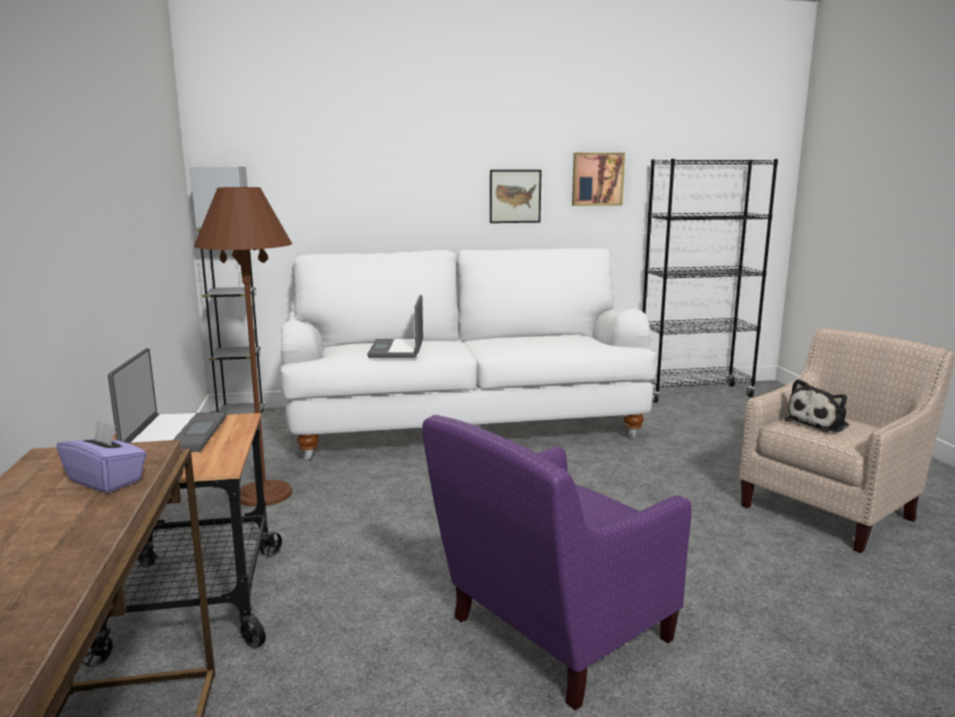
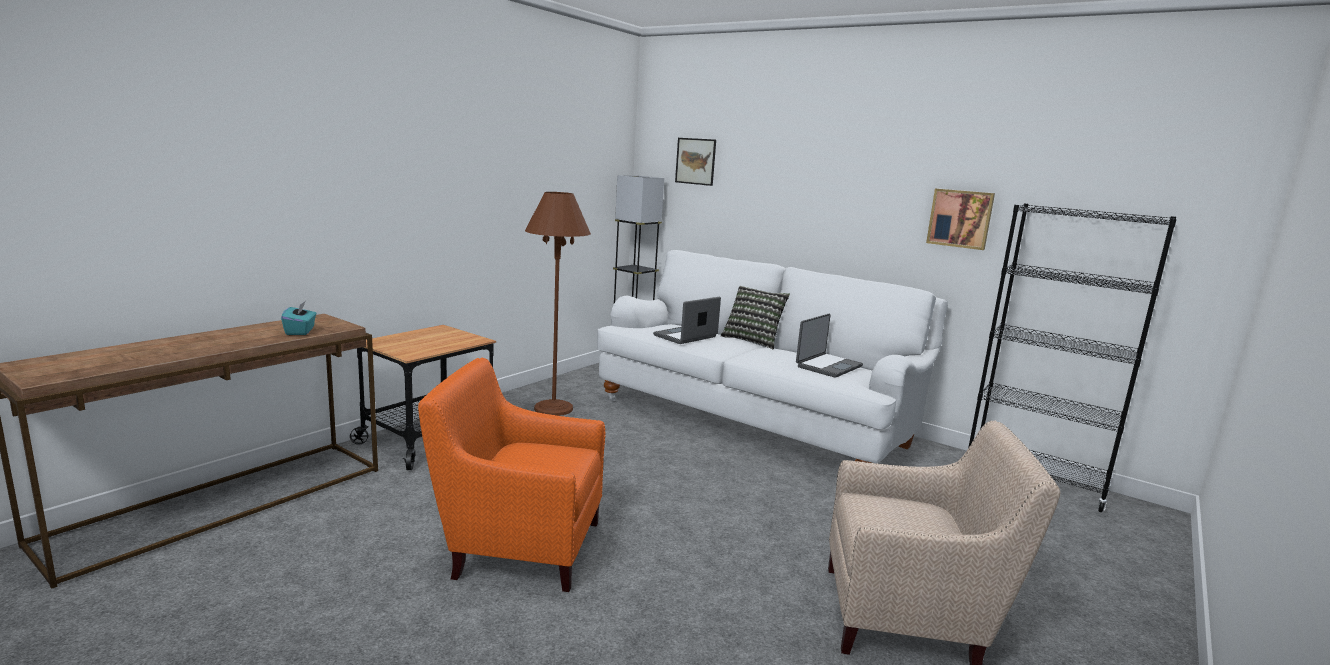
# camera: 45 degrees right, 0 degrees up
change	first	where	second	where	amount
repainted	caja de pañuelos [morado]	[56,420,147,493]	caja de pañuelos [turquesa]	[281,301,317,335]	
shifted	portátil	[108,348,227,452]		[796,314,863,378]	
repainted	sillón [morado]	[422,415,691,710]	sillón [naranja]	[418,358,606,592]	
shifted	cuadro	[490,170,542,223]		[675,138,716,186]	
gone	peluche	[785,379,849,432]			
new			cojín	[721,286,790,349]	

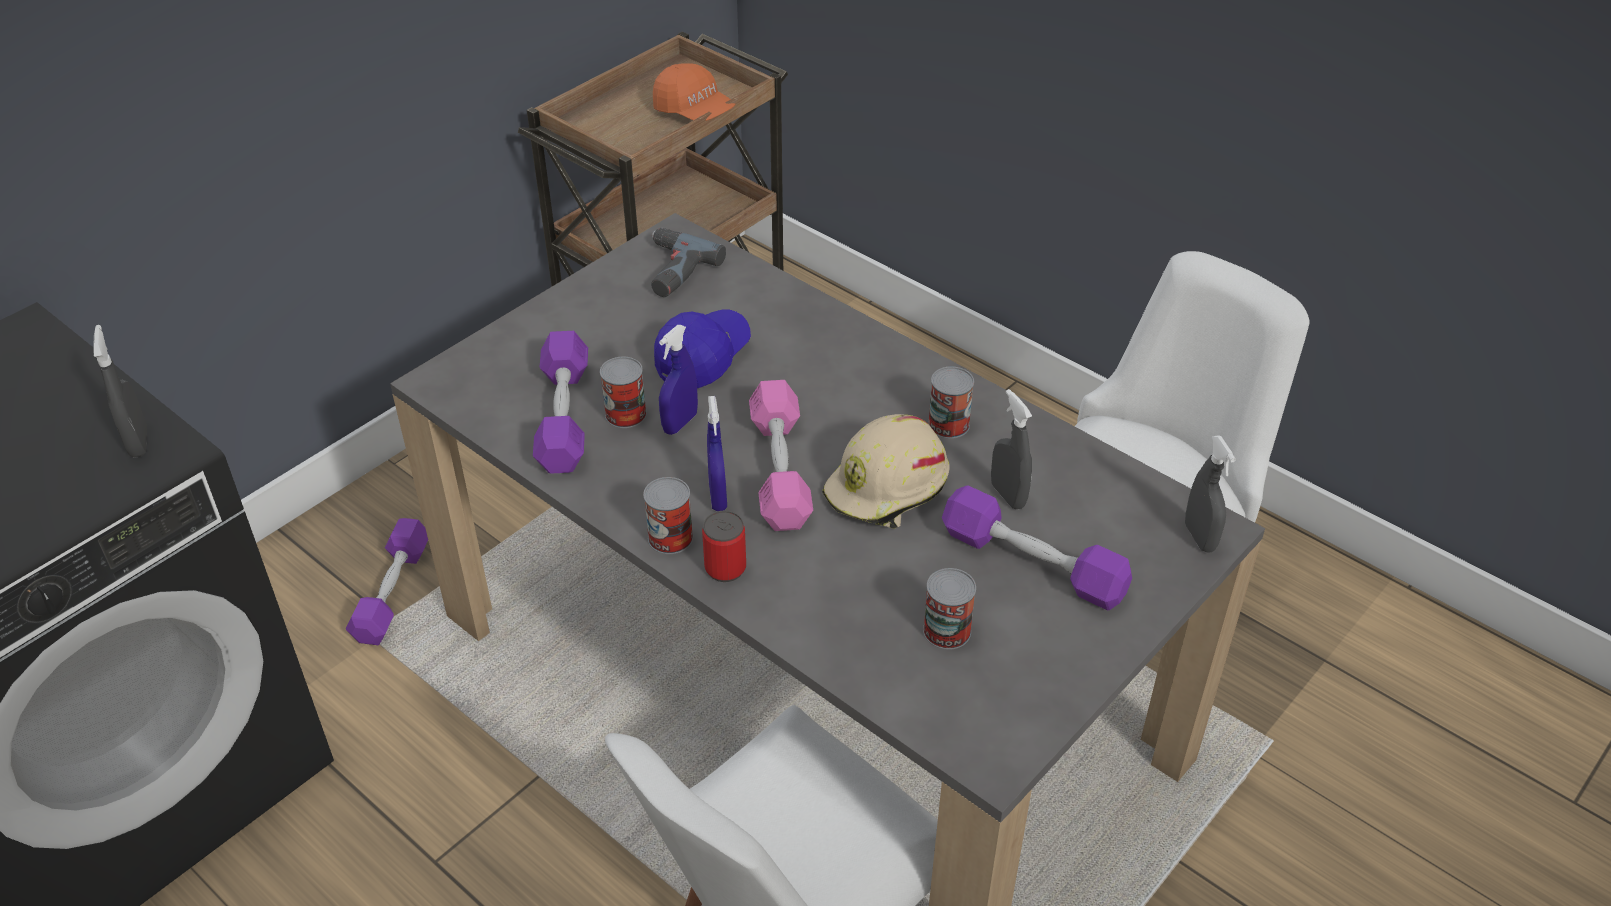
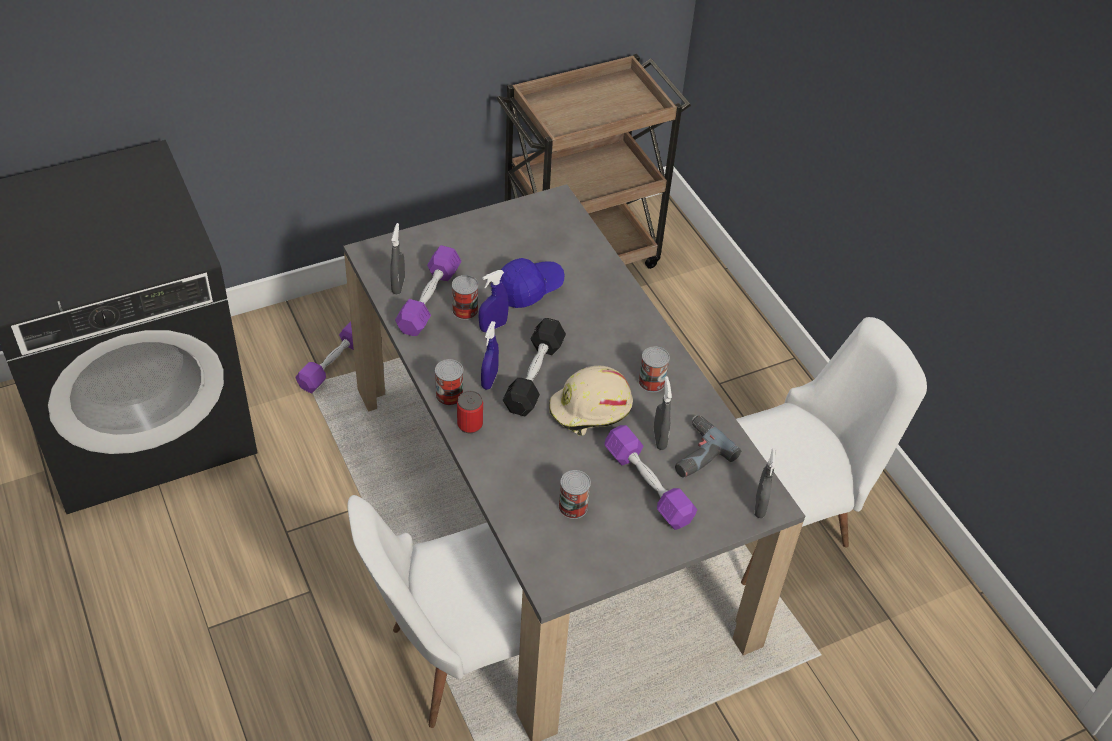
# camera: 20 degrees right, 5 degrees up
change	first	where	second	where	amount
shifted	pulverizador [gris]	[93,325,147,458]		[390,223,405,294]	
shifted	taladro	[651,228,726,297]		[675,416,741,478]	
gone	gorra [naranja]	[653,63,735,121]			
repainted	mancuerna [rosa]	[749,380,813,531]	mancuerna [negro]	[503,318,566,416]	

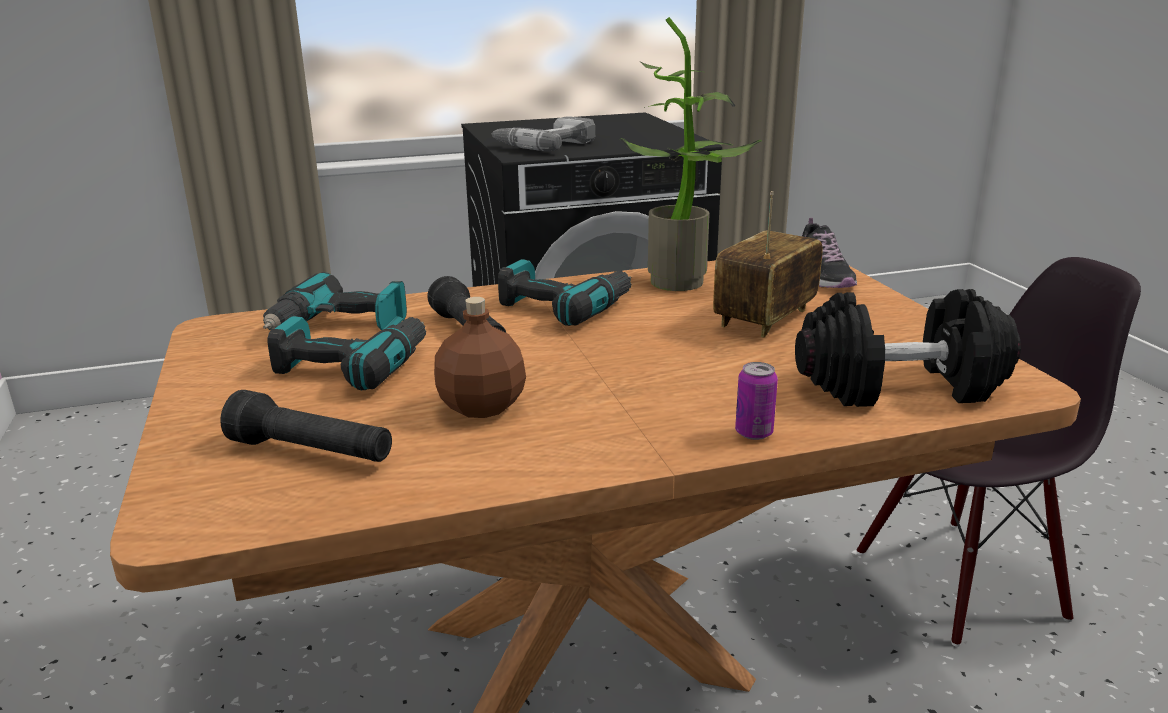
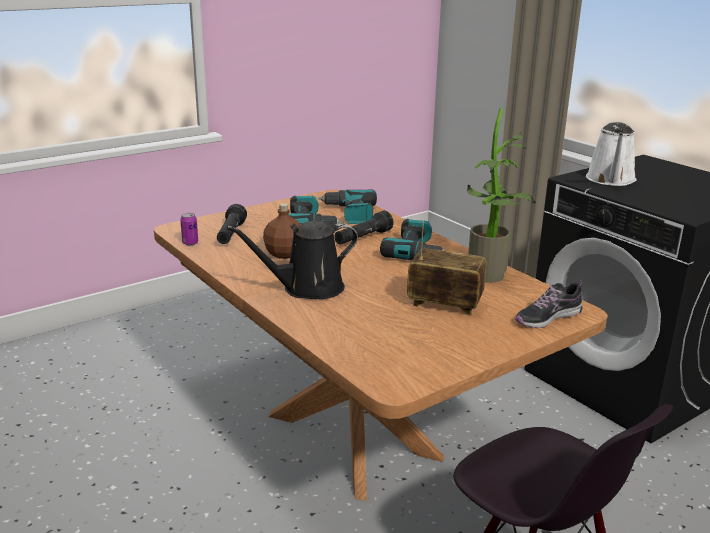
# camera: 70 degrees right, 0 degrees up
change	first	where	second	where	amount
swapped	taladro	[492,117,595,151]	regadera [blanco]	[586,122,636,186]	
shifted	lata	[735,362,778,440]		[180,213,198,245]	
gone	mancuerna [negro]	[795,289,1021,407]			
new			regadera [negro]	[227,221,358,299]	

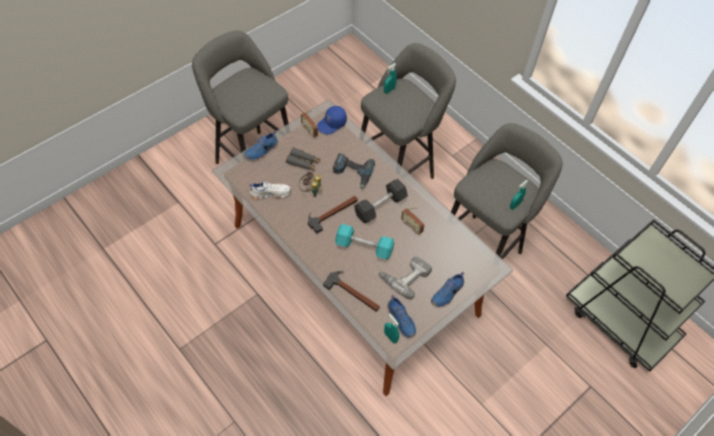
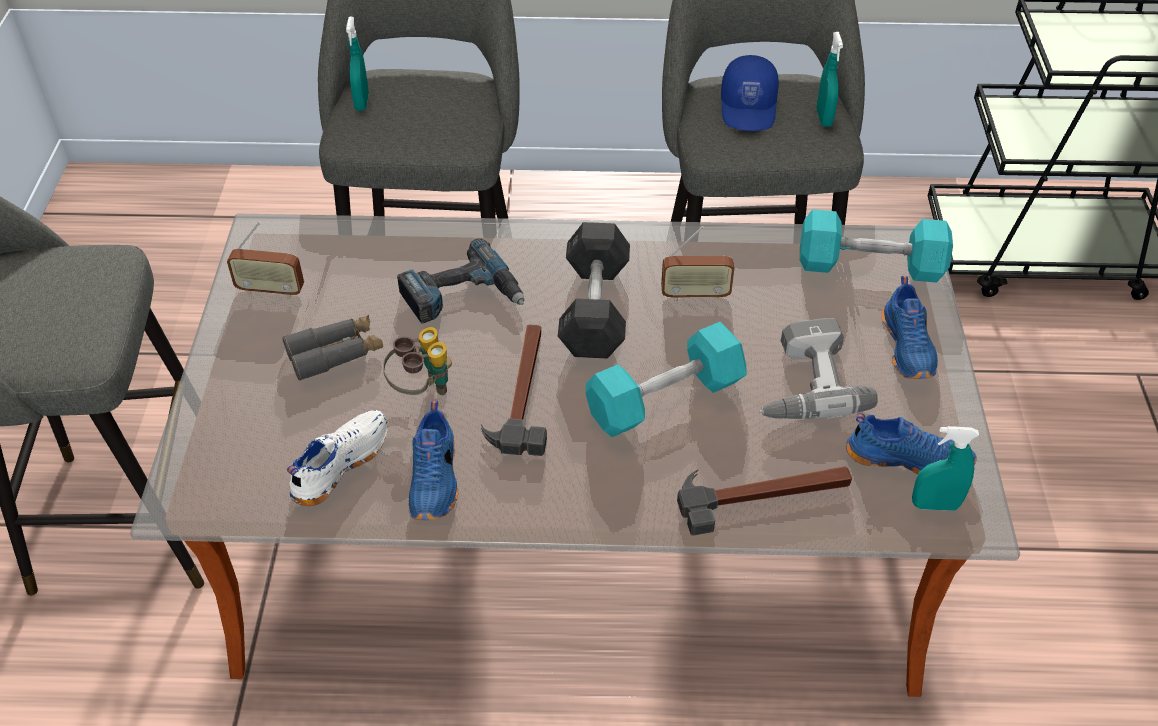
# camera: 45 degrees left, 10 degrees down
change	first	where	second	where	amount
shifted	zapato [azul]	[244,131,278,160]		[408,401,458,520]	
shifted	gorra [azul]	[317,106,347,135]		[721,55,779,131]	
new			mancuerna [turquesa]	[800,209,953,283]	

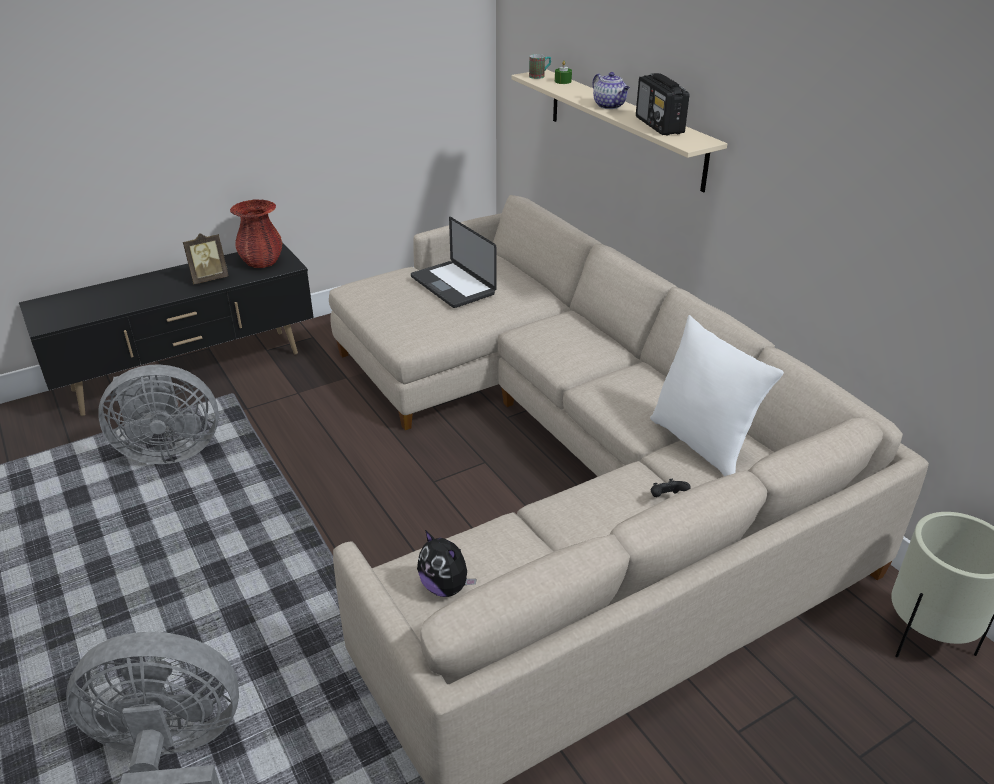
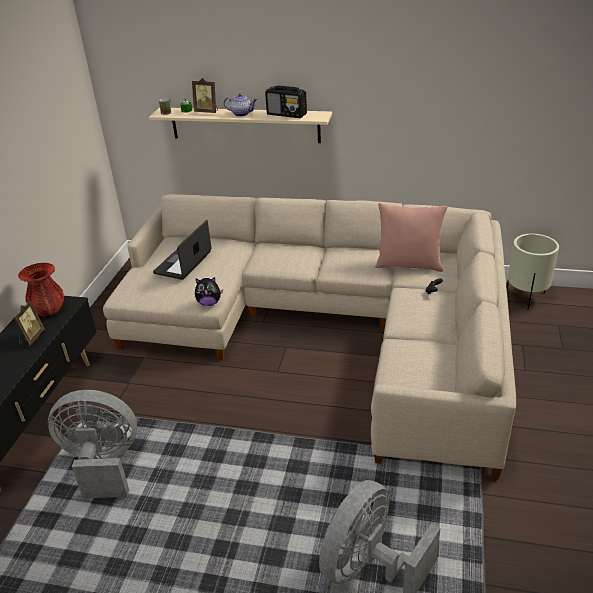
# camera: 45 degrees left, 0 degrees up
change	first	where	second	where	amount
rotated	ventilador [gris]	[98,364,219,464]		[48,390,137,498]	120 degrees counterclockwise
rotated	portátil	[411,217,496,308]		[153,220,211,280]	105 degrees clockwise
shifted	peluche	[417,530,477,597]		[195,277,223,306]	
repainted	cojín [blanco]	[650,315,784,476]	cojín [rosa]	[375,203,448,272]	
new			portarretratos	[192,78,218,113]	

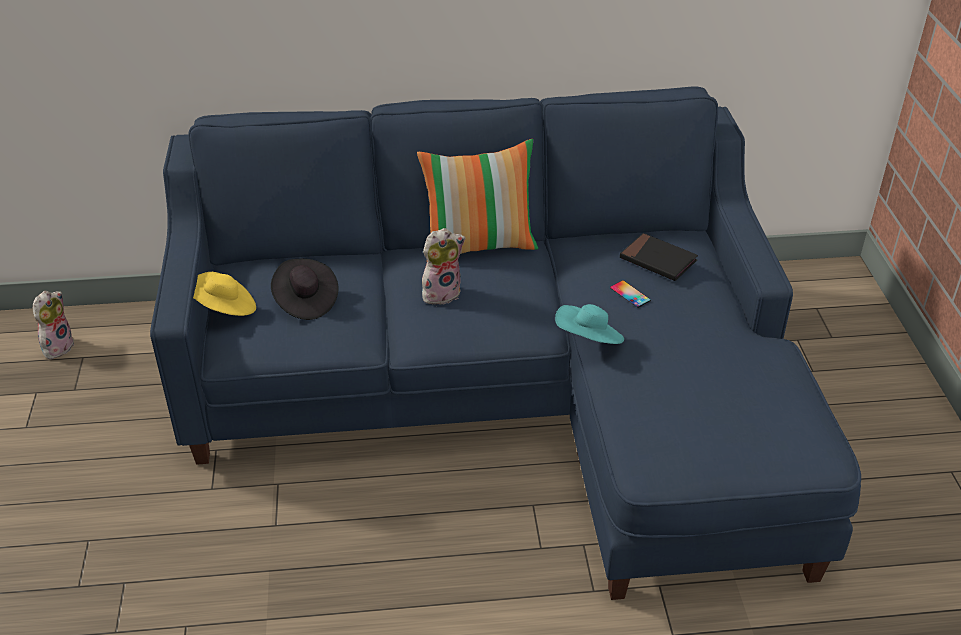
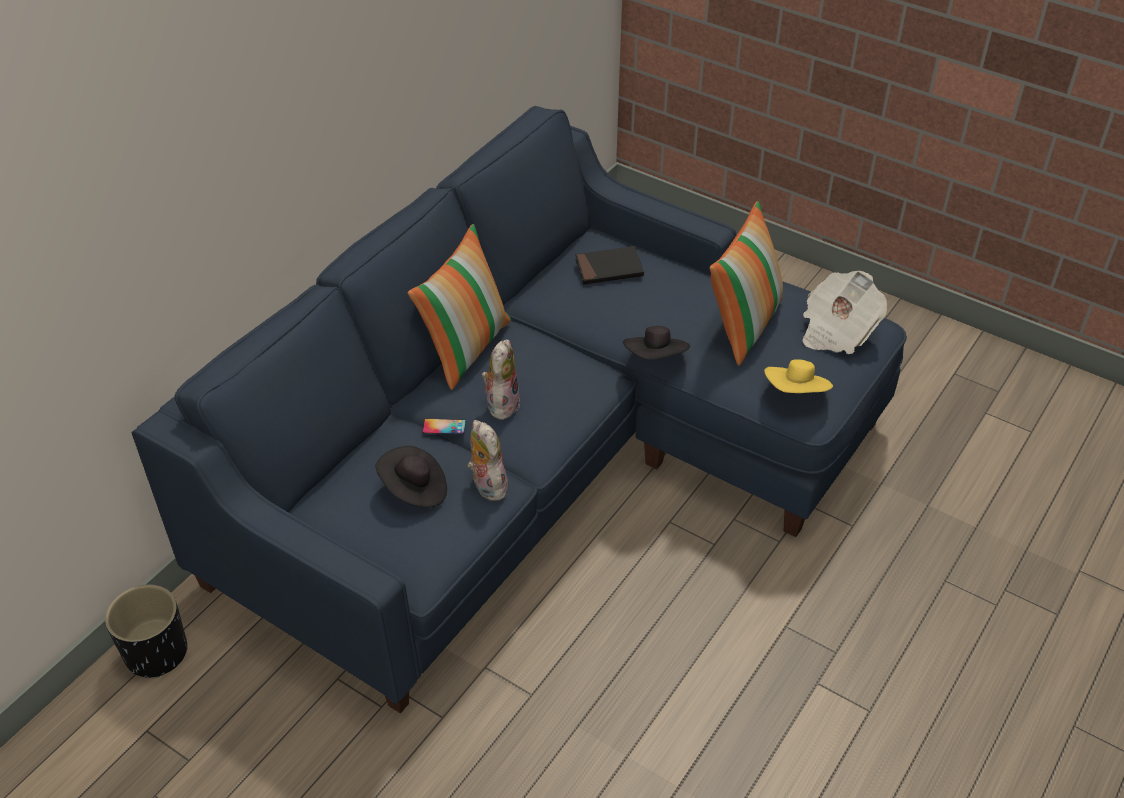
# camera: 50 degrees left, 5 degrees up
change	first	where	second	where	amount
shifted	peluche	[33,291,75,359]		[467,420,508,501]	
shifted	sombrero [amarillo]	[193,272,256,316]		[764,359,833,393]	
repainted	sombrero [turquesa]	[555,304,624,344]	sombrero [negro]	[623,326,690,360]	
shifted	móvil	[610,280,651,308]		[423,419,466,434]	
new			maceta [negro]	[105,584,188,679]	
new			cojín	[710,201,783,366]	
new			periódico	[803,271,887,354]	

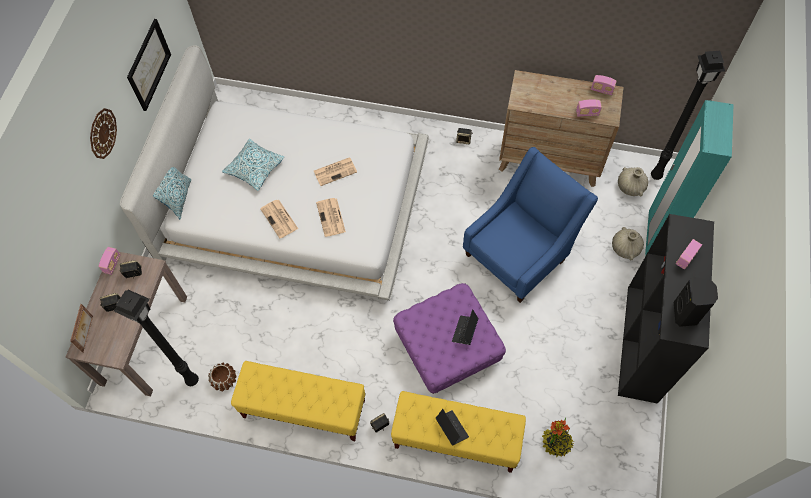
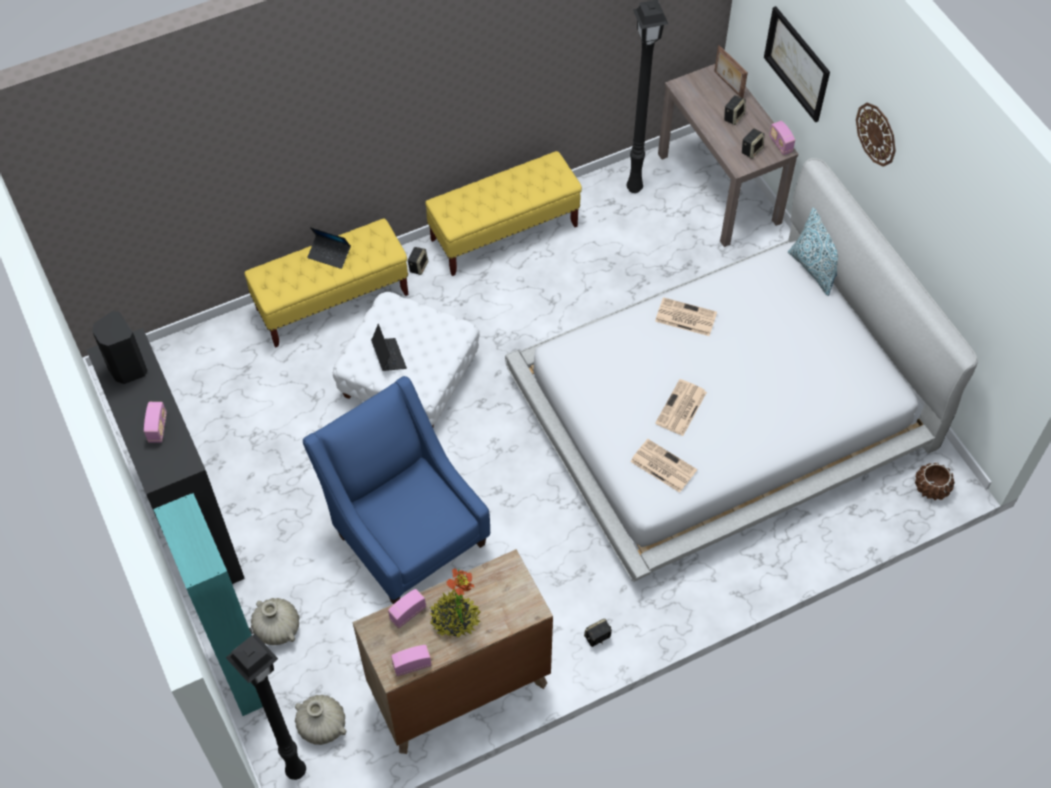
# camera: 140 degrees right, 5 degrees down
change	first	where	second	where	amount
shifted	cuadro	[127,19,171,111]		[764,6,830,122]	
shifted	maceta [marrón]	[208,363,236,391]		[915,463,955,500]	
gone	cojín	[222,139,284,191]			
shifted	periódico	[316,198,346,237]		[630,439,697,493]	
repainted	puf [morado]	[393,283,506,394]	puf [blanco]	[333,292,479,427]	
rotated	sillón [azul]	[463,147,598,303]		[303,376,490,604]	135 degrees clockwise
shifted	planta en maceta	[542,417,574,457]		[430,568,481,637]	

